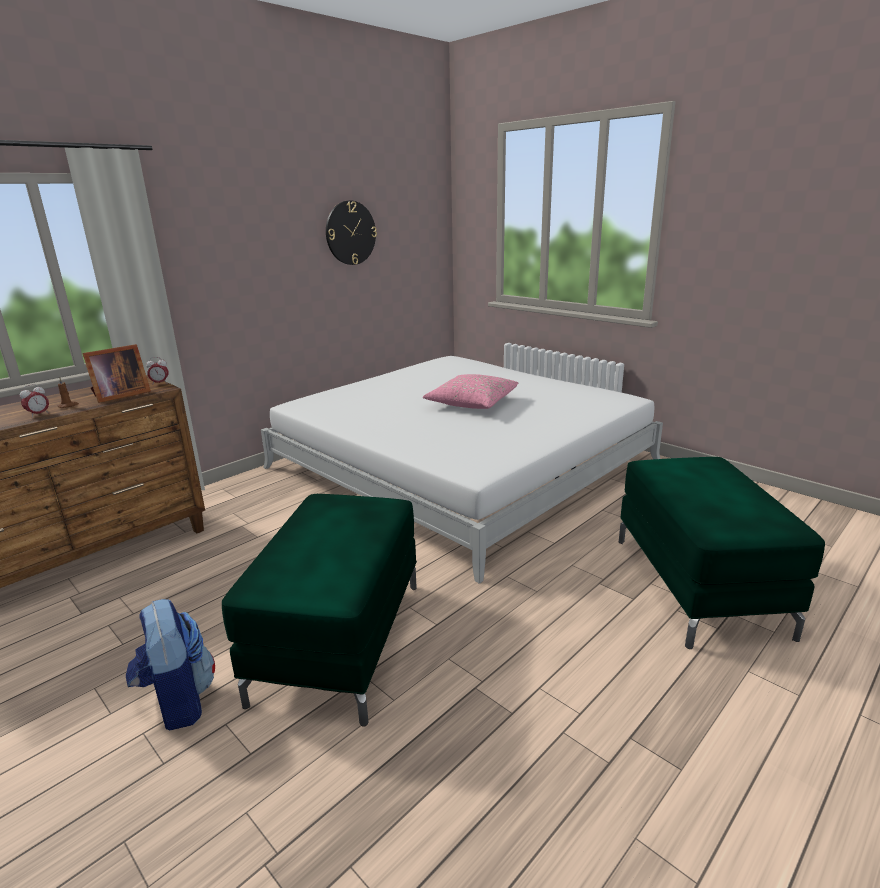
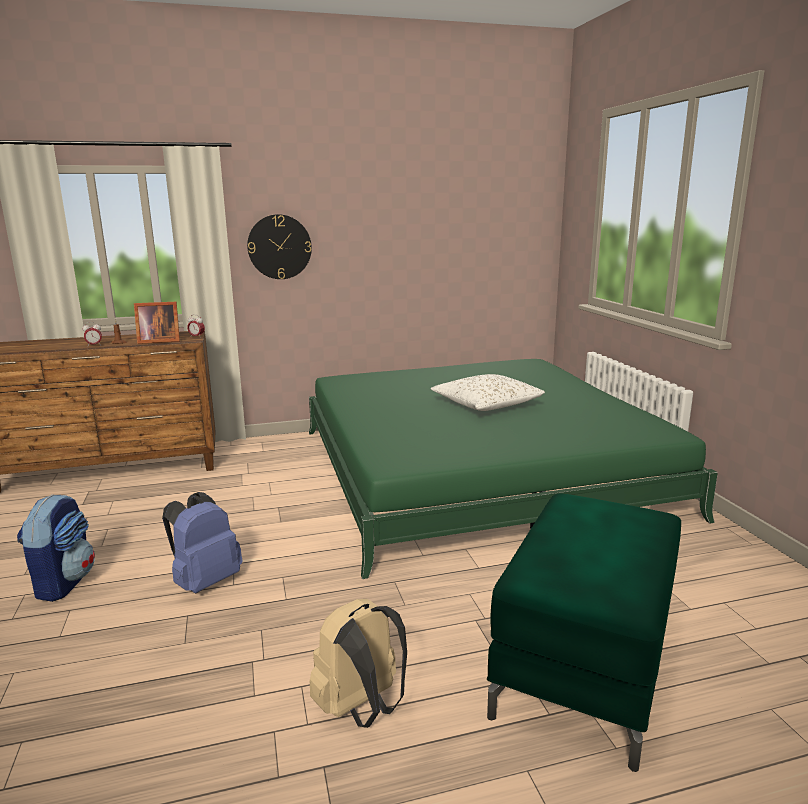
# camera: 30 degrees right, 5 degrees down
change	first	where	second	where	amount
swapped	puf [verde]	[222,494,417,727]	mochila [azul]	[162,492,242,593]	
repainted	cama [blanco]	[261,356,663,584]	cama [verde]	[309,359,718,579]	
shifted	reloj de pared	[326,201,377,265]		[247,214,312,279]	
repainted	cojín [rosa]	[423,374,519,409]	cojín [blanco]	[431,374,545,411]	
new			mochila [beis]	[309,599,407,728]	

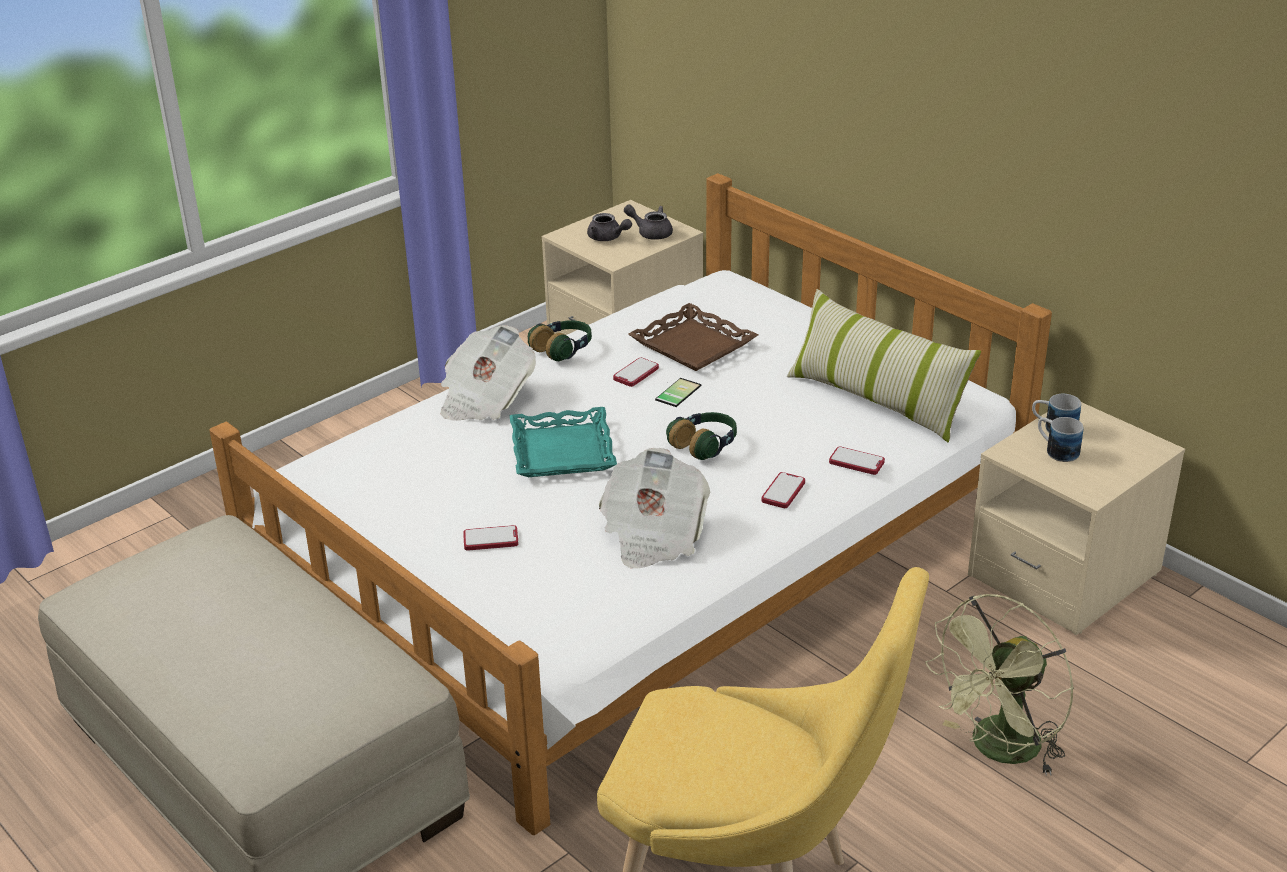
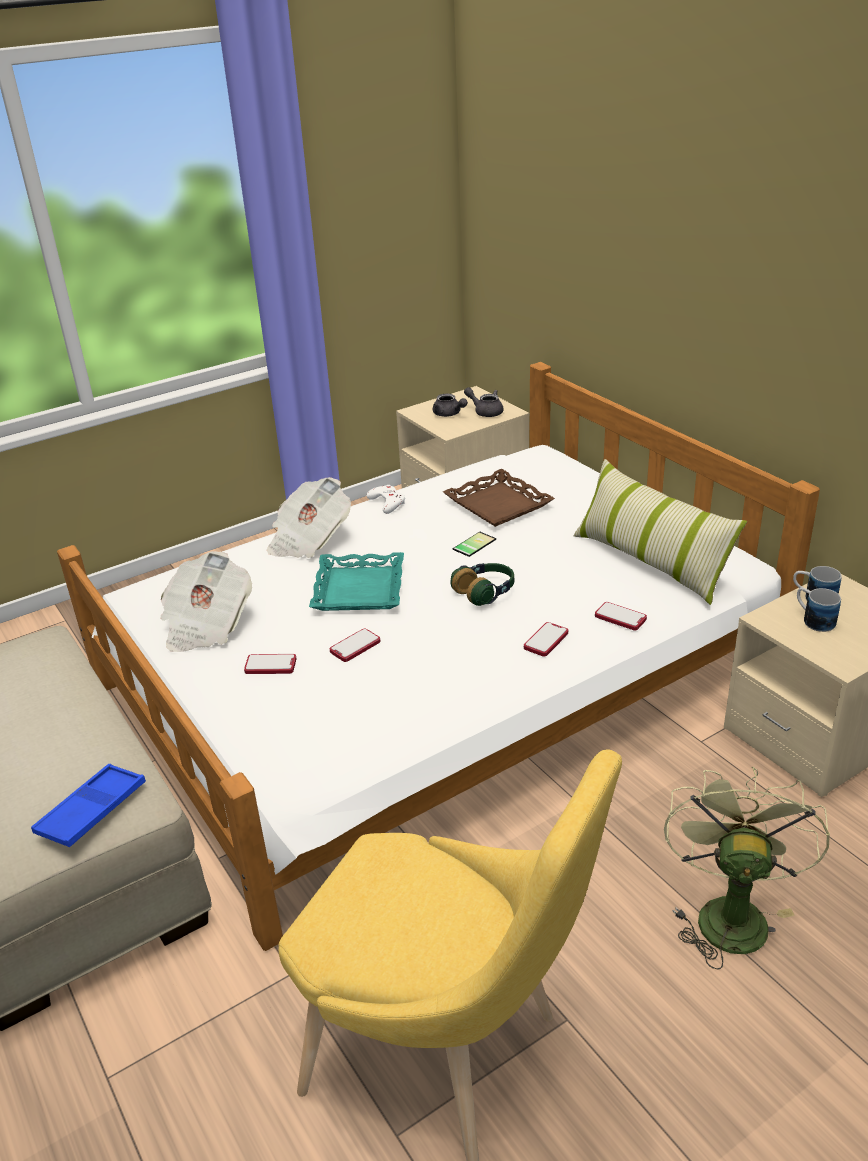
# camera: 10 degrees right, 0 degrees up
change	first	where	second	where	amount
swapped	auriculares	[528,320,592,361]	mando de consola [blanco]	[366,485,405,514]	
shifted	periódico	[599,448,710,569]		[160,551,252,652]	
shifted	móvil	[613,358,659,387]		[330,628,380,662]	
rotated	ventilador [verde]	[925,594,1074,776]		[664,766,830,970]	135 degrees clockwise
new			bandeja [azul]	[31,764,146,847]	

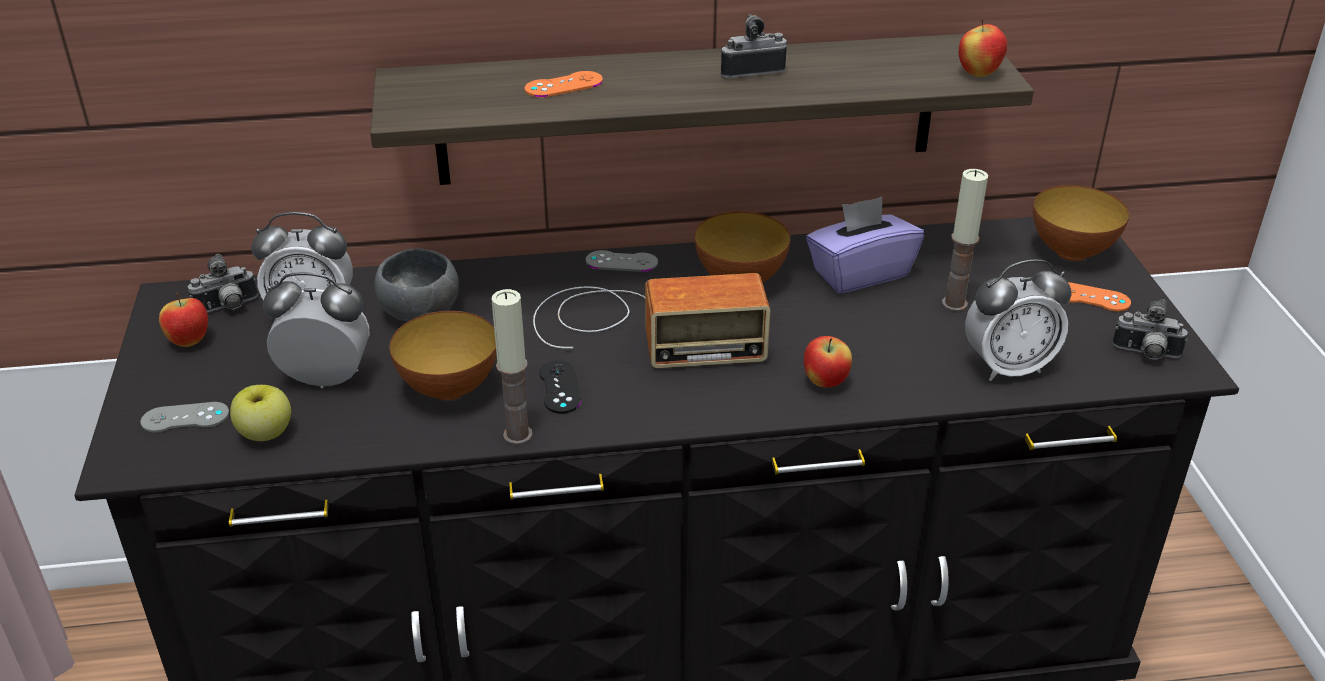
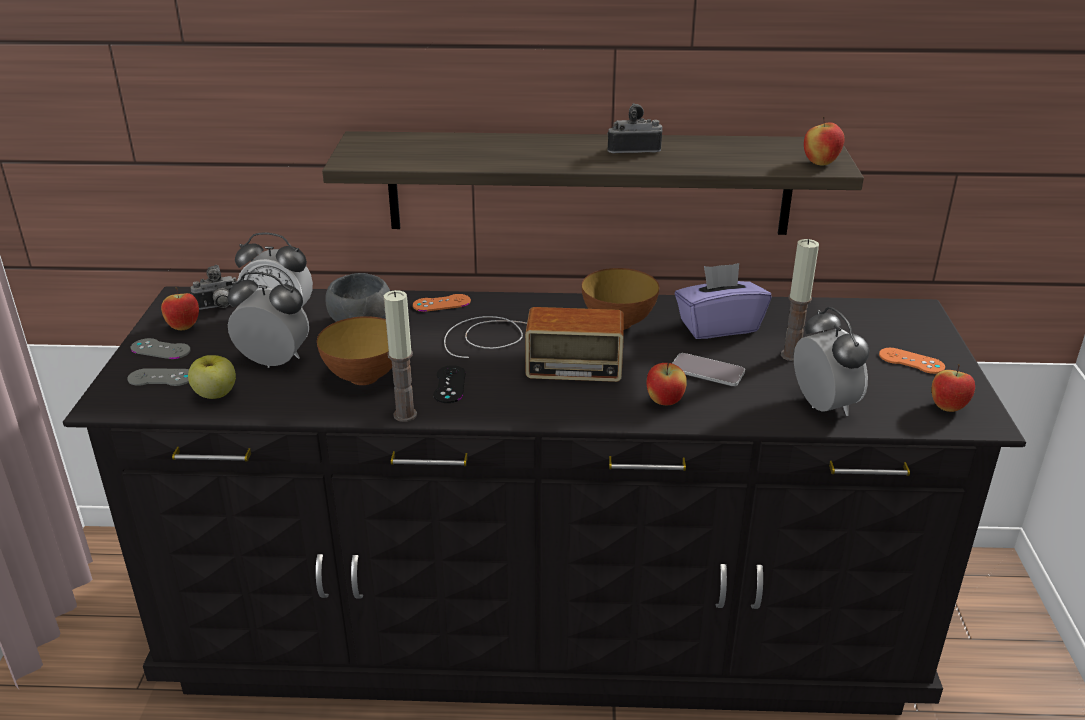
# camera: 10 degrees right, 5 degrees down
change	first	where	second	where	amount
shifted	mando de consola [naranja]	[525,71,603,97]		[413,294,471,312]	
shifted	mando de consola [gris]	[586,250,658,272]		[131,338,191,359]	
rotated	despertador	[965,260,1071,381]		[794,307,869,416]	105 degrees counterclockwise
gone	cuenco	[1033,185,1129,261]			
swapped	cámara	[1112,299,1188,360]	manzana	[931,364,975,412]	
new			móvil	[672,353,745,386]	

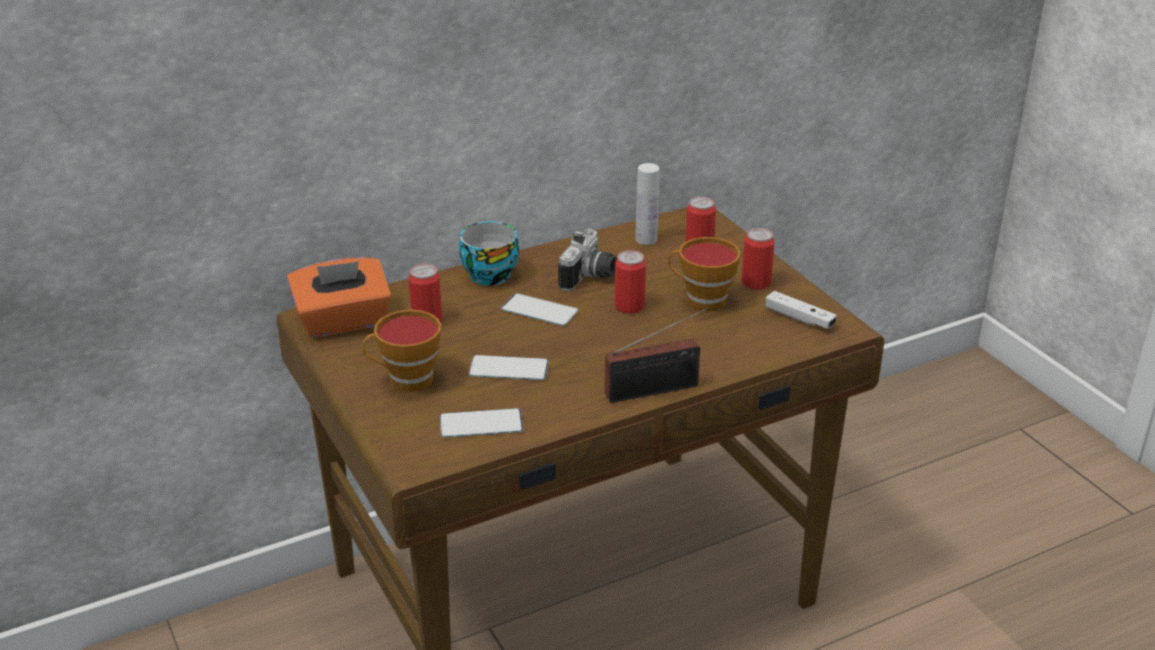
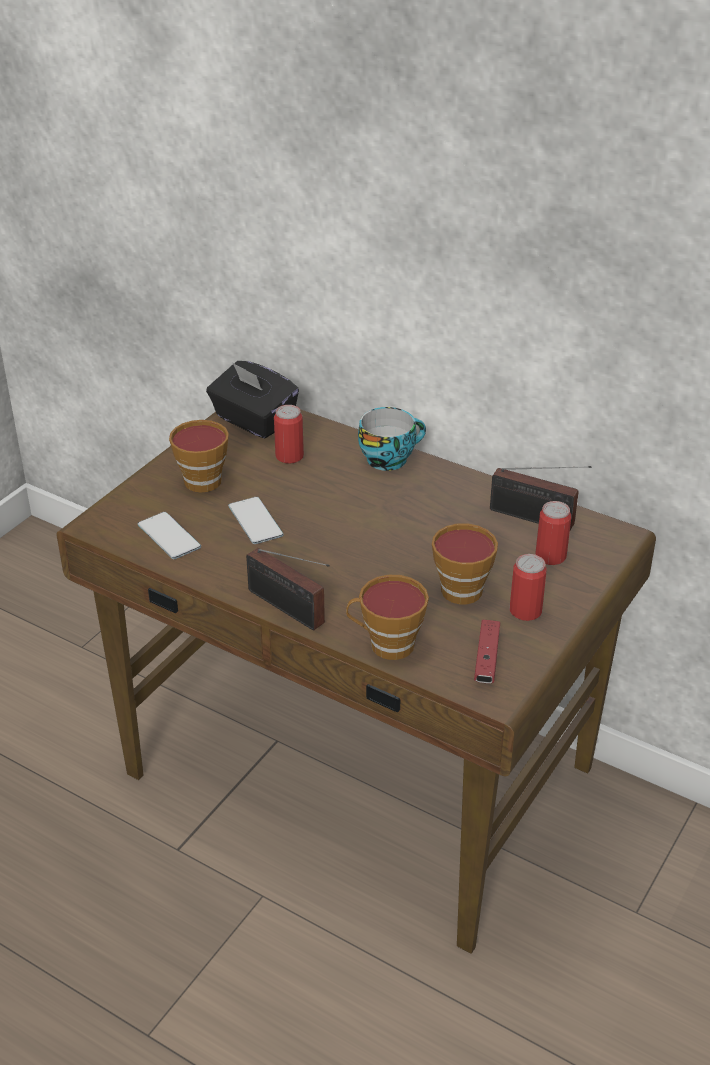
# camera: 60 degrees right, 5 degrees up
change	first	where	second	where	amount
repainted	caja de pañuelos [naranja]	[287,257,392,338]	caja de pañuelos [negro]	[206,361,299,438]	
gone	móvil	[501,293,578,326]			
gone	cámara	[558,229,617,291]			
gone	lata	[615,250,646,314]			
swapped	botella [blanco]	[635,163,659,245]	radio	[490,466,591,530]	
repainted	mando de consola [blanco]	[765,291,837,329]	mando de consola [rojo]	[474,620,500,683]	
new			taza	[346,575,429,660]	

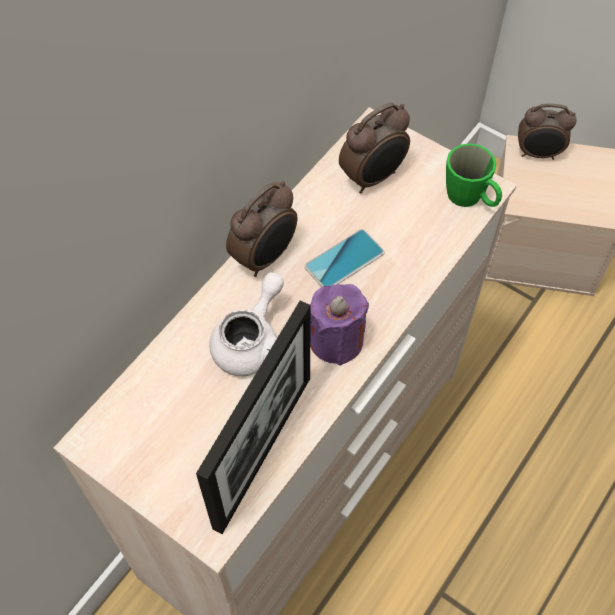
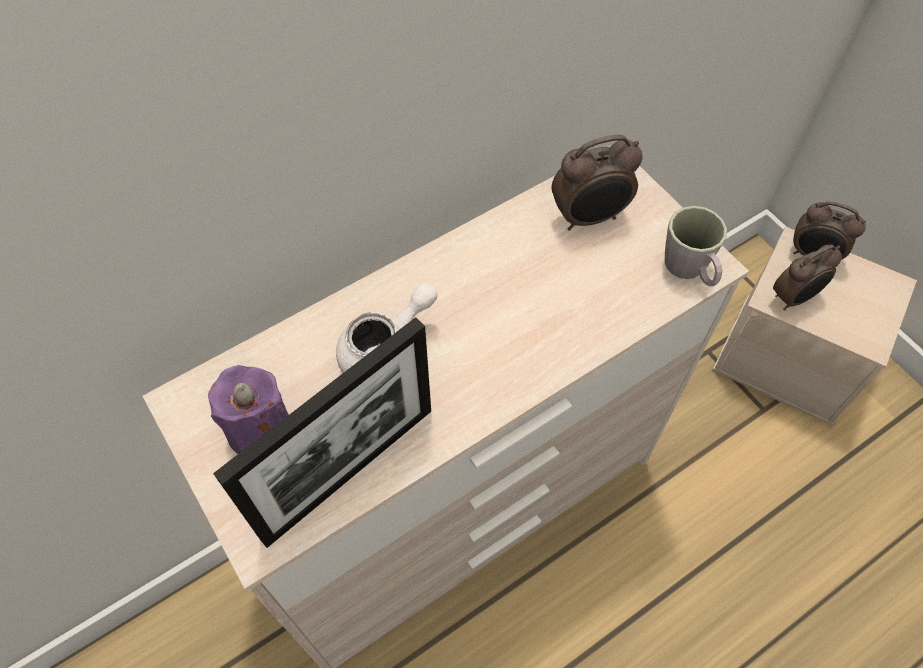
# camera: 20 degrees right, 0 degrees up
change	first	where	second	where	amount
shifted	despertador	[226,181,297,277]		[773,244,842,310]	
gone	móvil	[304,229,385,287]			
shifted	vela [morado]	[310,284,369,366]		[208,365,289,454]	
repainted	taza grande [verde]	[446,143,502,207]	taza grande [gris]	[665,206,727,286]	

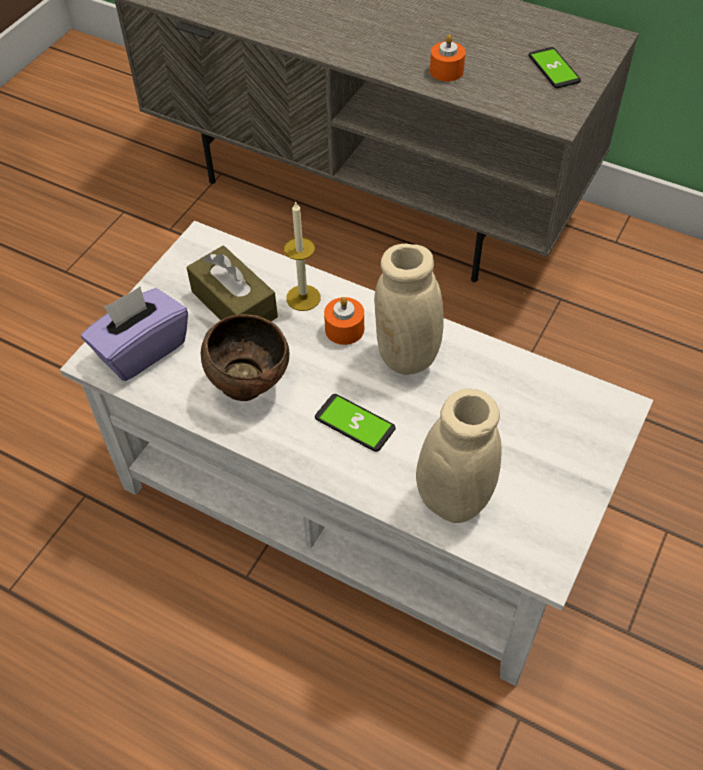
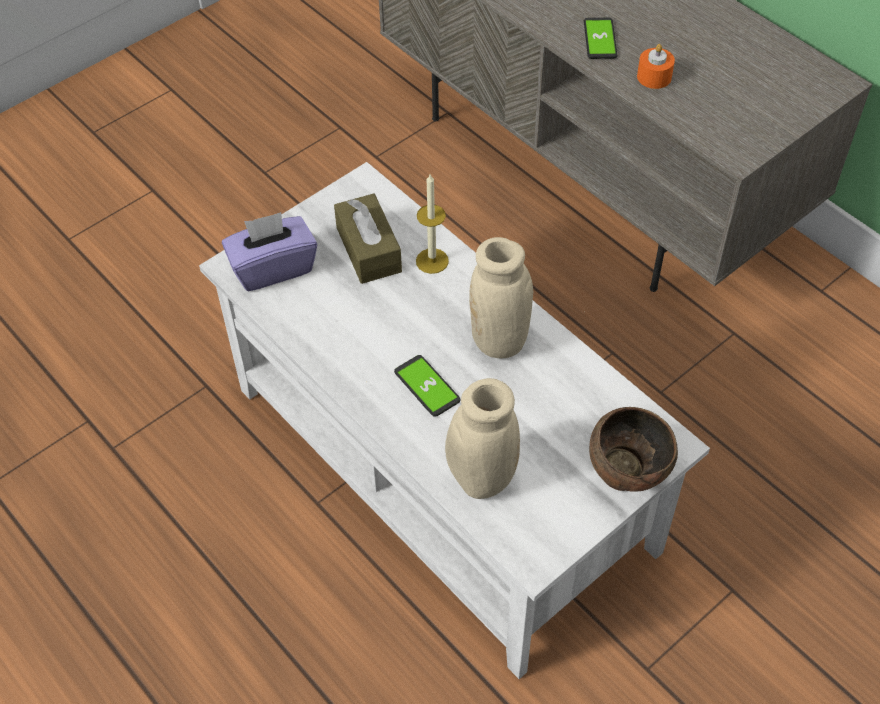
# camera: 20 degrees right, 0 degrees up
change	first	where	second	where	amount
shifted	cuenco [marrón]	[201,314,290,401]		[589,407,678,492]	
gone	vela [naranja]	[324,297,364,345]			
shifted	móvil	[528,47,581,88]		[584,18,617,59]	

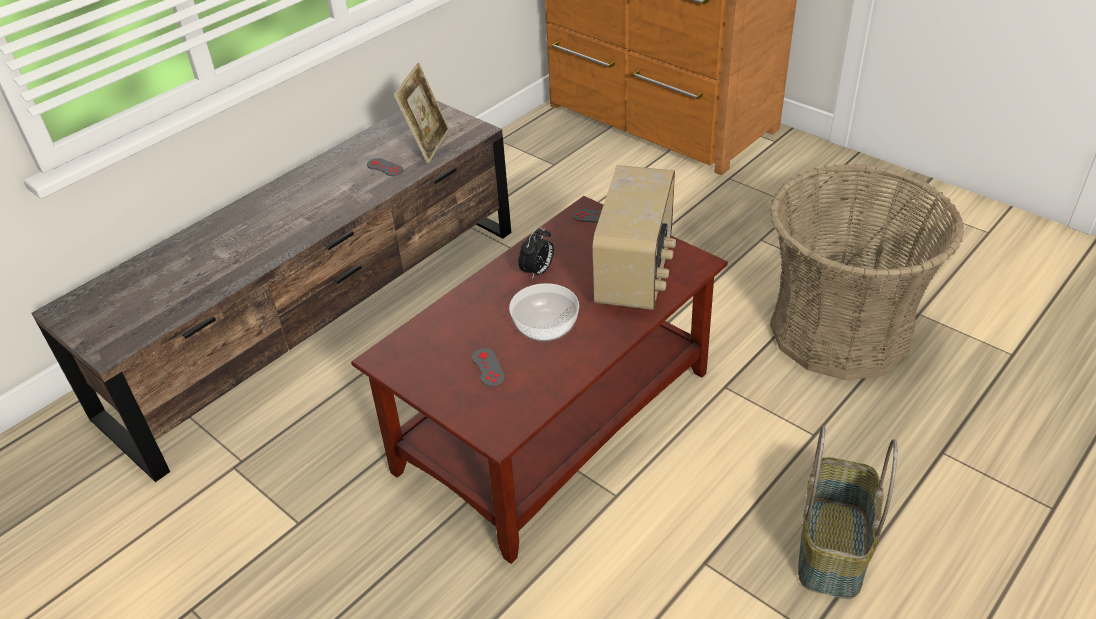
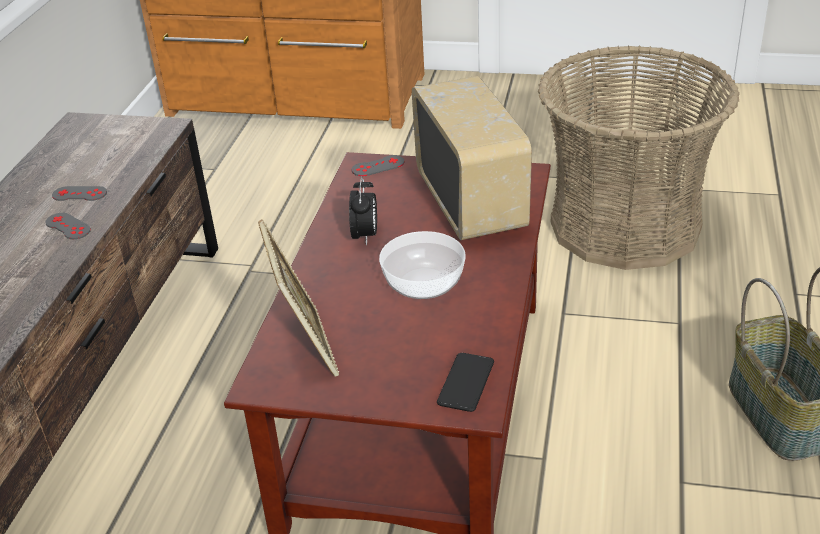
# camera: 30 degrees left, 5 degrees down
change	first	where	second	where	amount
shifted	portarretratos	[394,63,450,163]		[258,219,339,377]	
shifted	mando de consola [gris]	[472,348,505,387]		[45,213,91,239]	
new			móvil	[437,353,494,412]	

